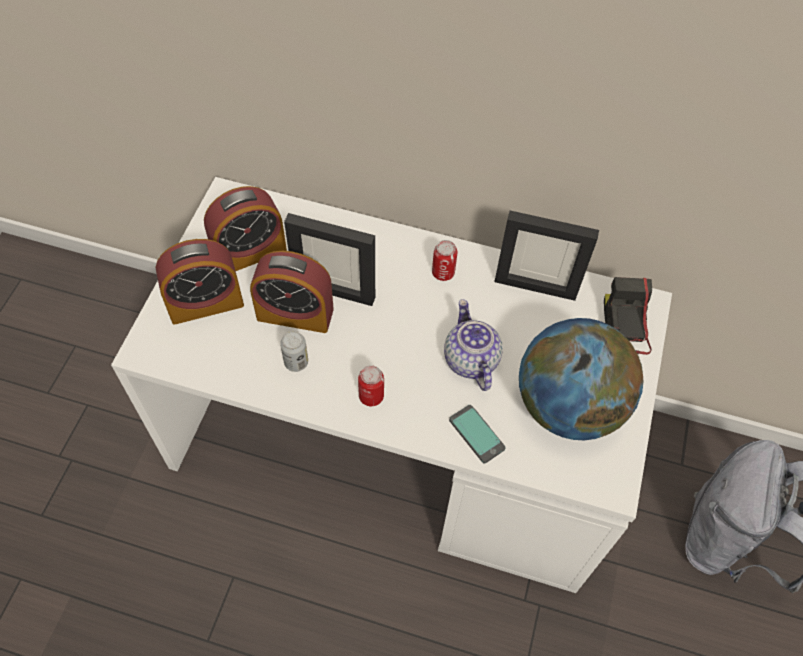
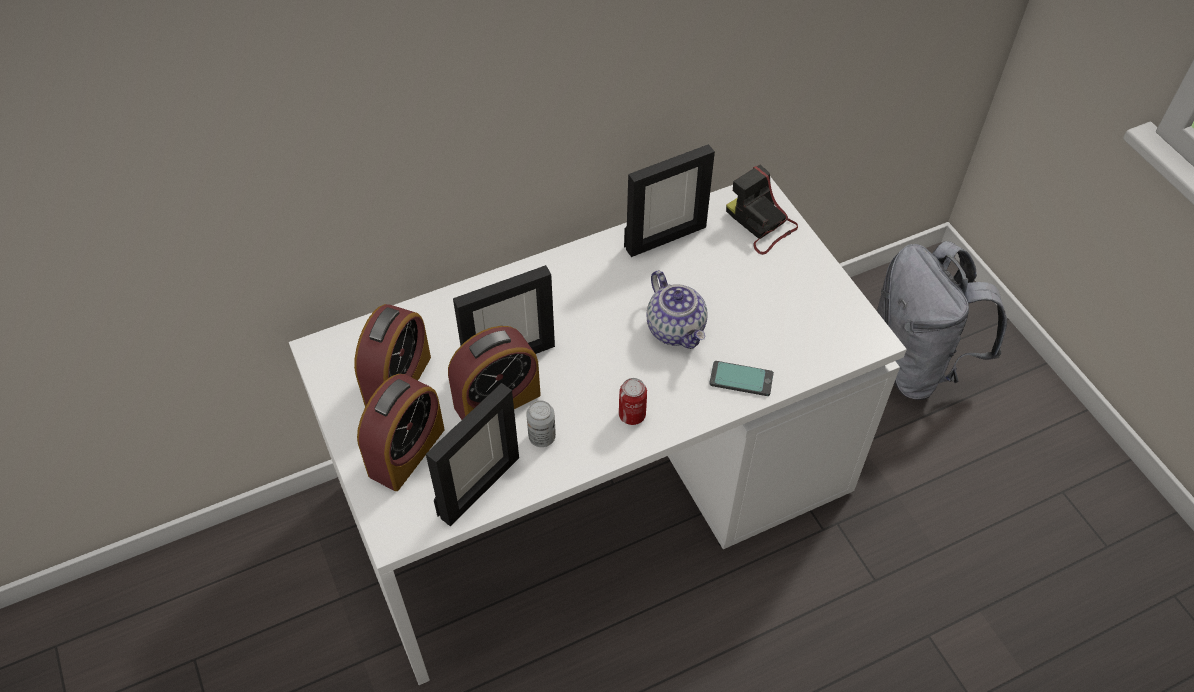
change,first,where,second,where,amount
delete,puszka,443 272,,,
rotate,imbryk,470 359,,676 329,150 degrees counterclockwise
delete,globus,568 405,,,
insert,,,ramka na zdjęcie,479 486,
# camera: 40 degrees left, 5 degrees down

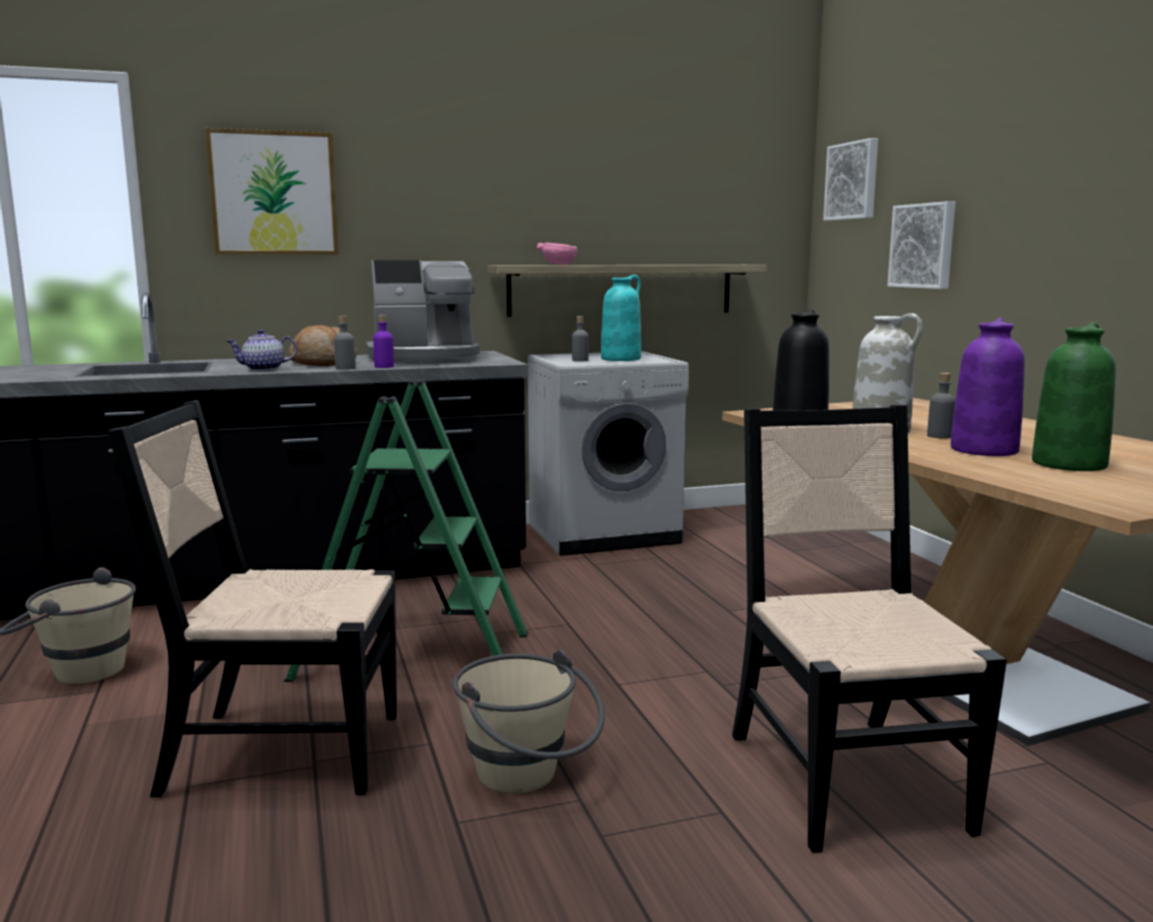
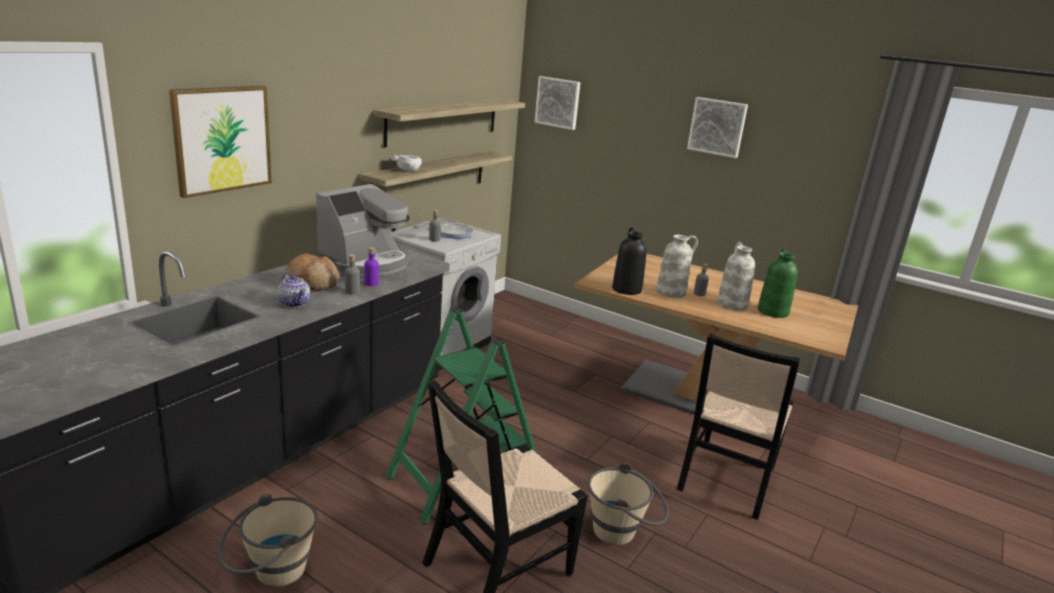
change,first,where,second,where,amount
move,obraz,924 246,,717 127,
recolor,miska [różowy],559 264,miska [biały],408 170,
replace,wazon [turkusowy],621 359,patelnia,453 233,
recolor,wazon [fioletowy],983 449,wazon [biały],731 304,
rotate,imbryk,263 369,,295 303,75 degrees counterclockwise
rotate,krzesło,846 781,,727 479,105 degrees counterclockwise
insert,,,półka,443 121,
# camera: 40 degrees left, 10 degrees up

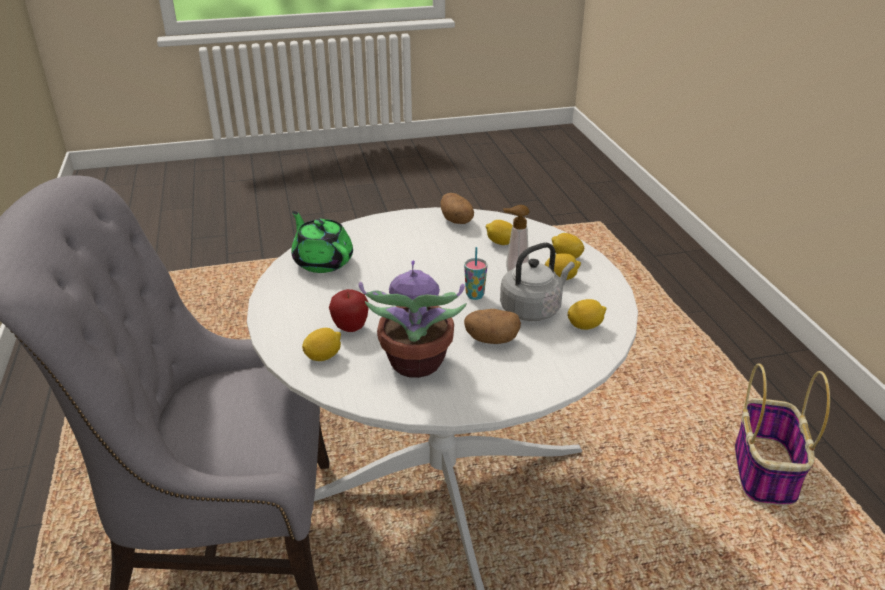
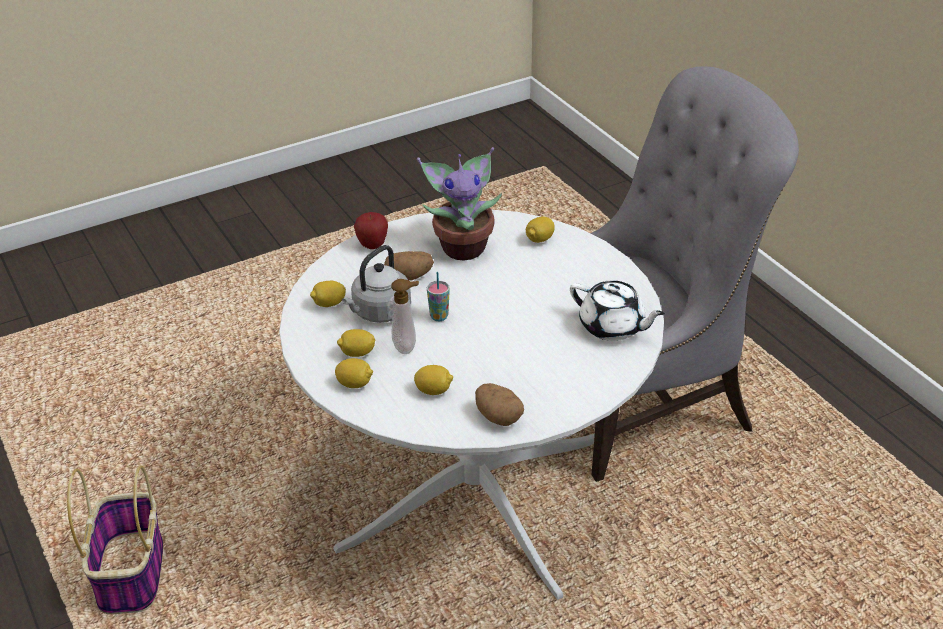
change,first,where,second,where,amount
recolor,imbryk [zielony],322 261,imbryk [biały],613 327,
move,jabłko,350 328,,372 245,
# camera: 165 degrees right, 5 degrees up

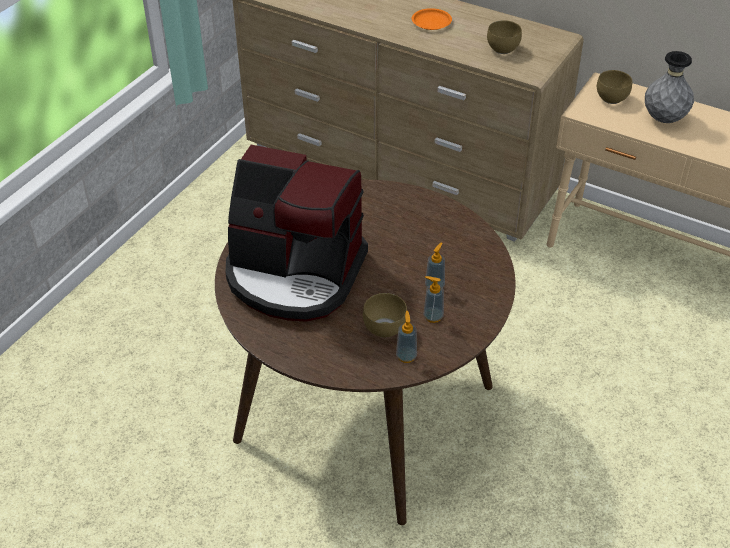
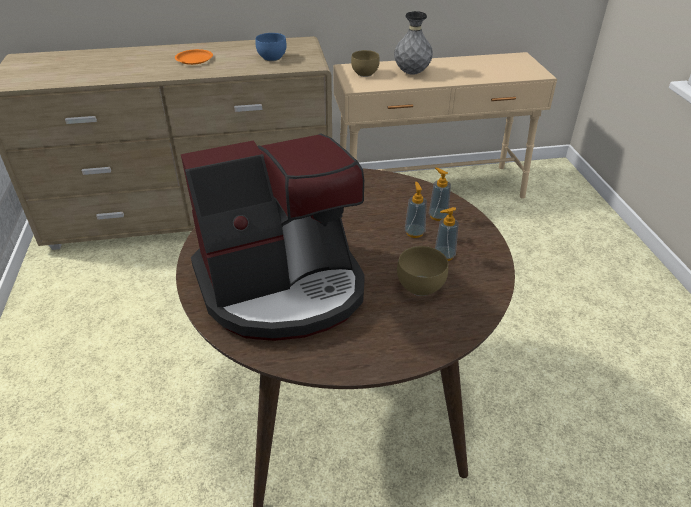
change,first,where,second,where,amount
recolor,miska [brązowy],502 48,miska [niebieski],271 58,
move,dozownik mydła,406 356,,438 216,
# camera: 40 degrees left, 5 degrees down

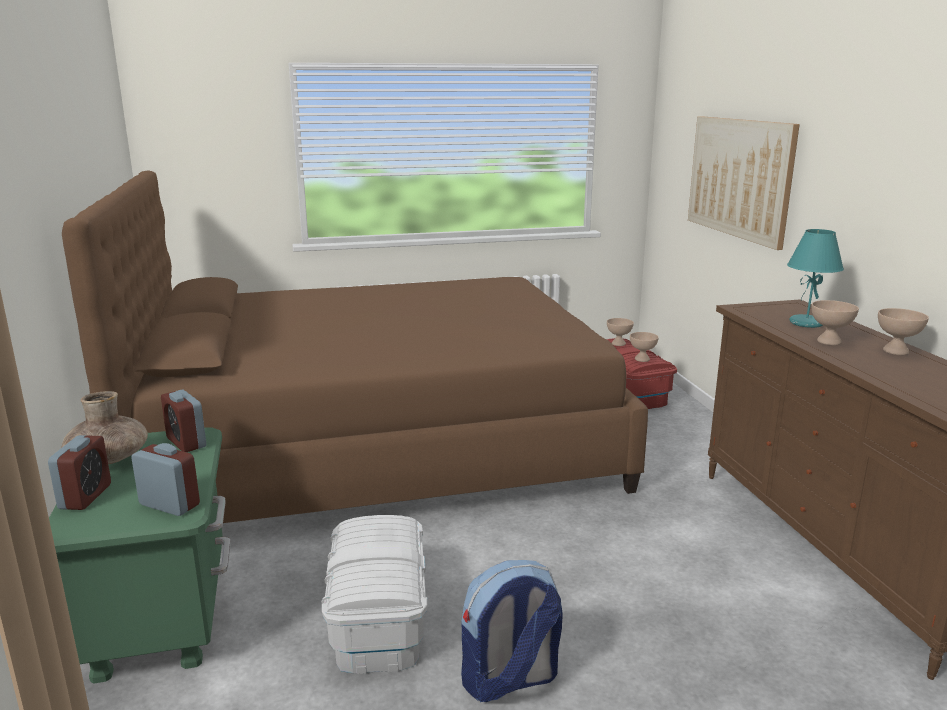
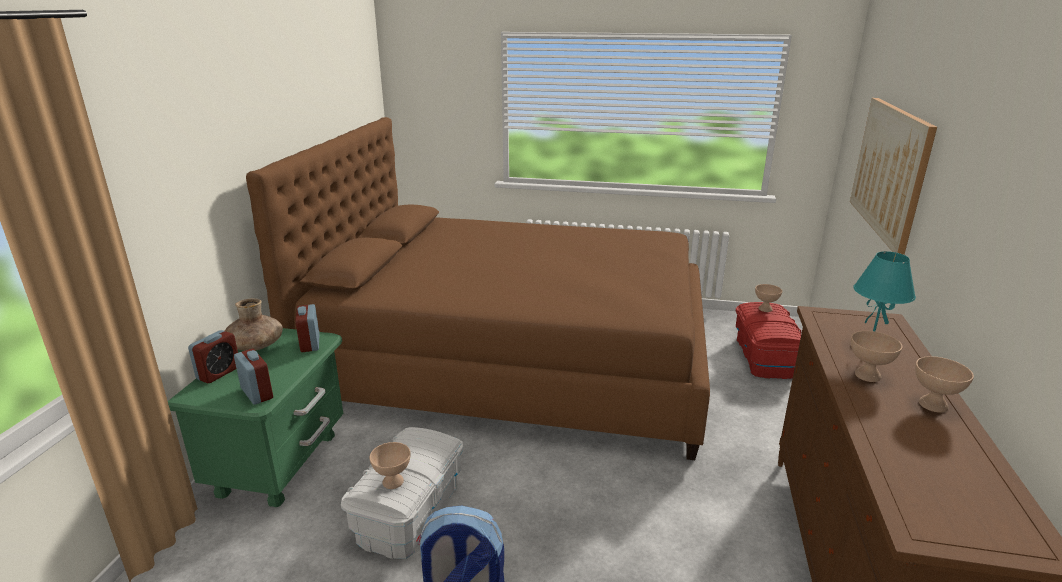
change,first,where,second,where,amount
move,miska [beżowy],642 359,,393 482,
# camera: 25 degrees right, 5 degrees up

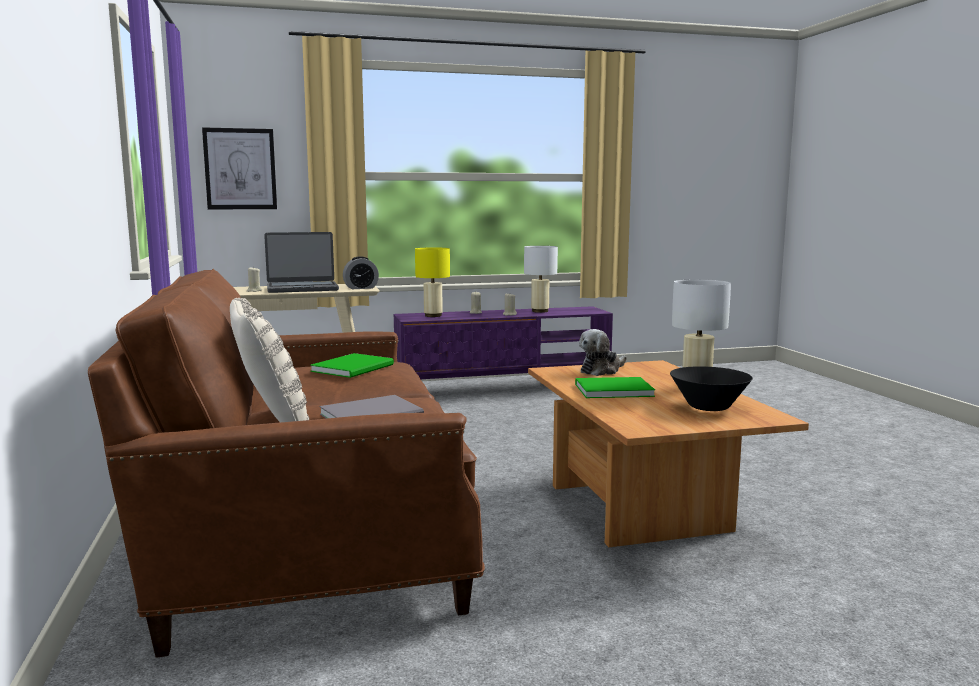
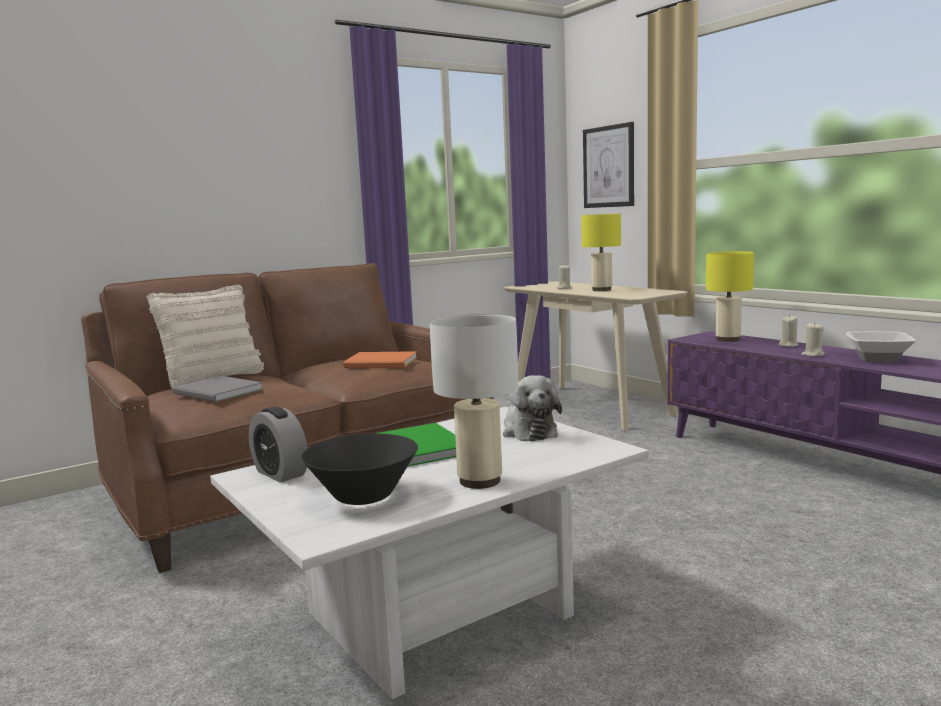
change,first,where,second,where,amount
replace,laptop,302 288,lampa stołowa [żółty],602 290,
replace,lampa stołowa [biały],540 311,miska,879 359,
move,budzik,361 288,,280 473,
rotate,pluszak,601 370,,528 431,135 degrees counterclockwise
recolor,książka [zielony],355 368,książka [pomarańczowy],382 363,
recolor,ława [brązowy],644 507,ława [biały],440 619,
# camera: 70 degrees right, 0 degrees up

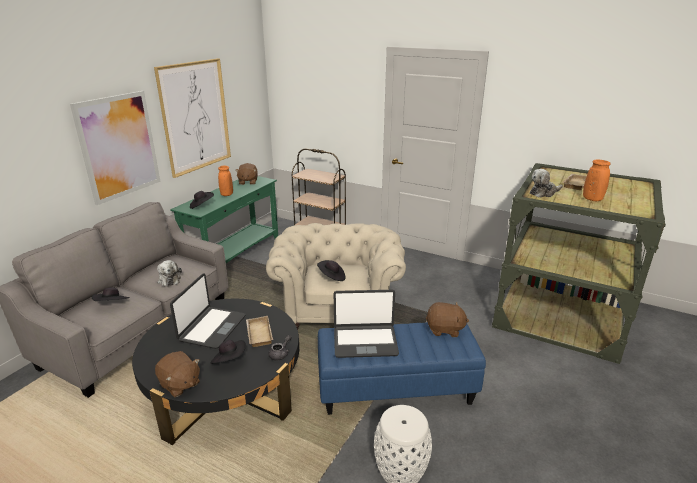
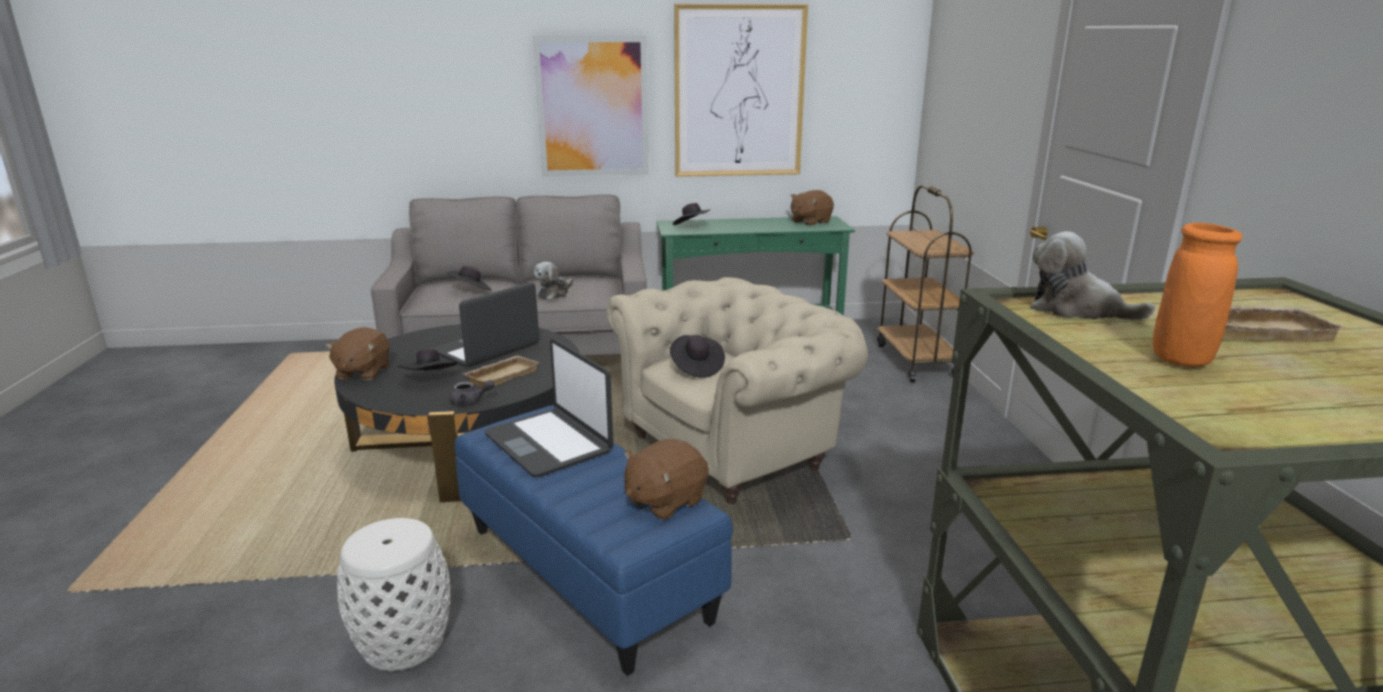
change,first,where,second,where,amount
delete,wazon [pomarańczowy],227 194,,,
rotate,laptop,211 328,,487 349,150 degrees clockwise
rotate,pluszak [brązowy],445 329,,664 501,75 degrees clockwise
# camera: 55 degrees right, 5 degrees down

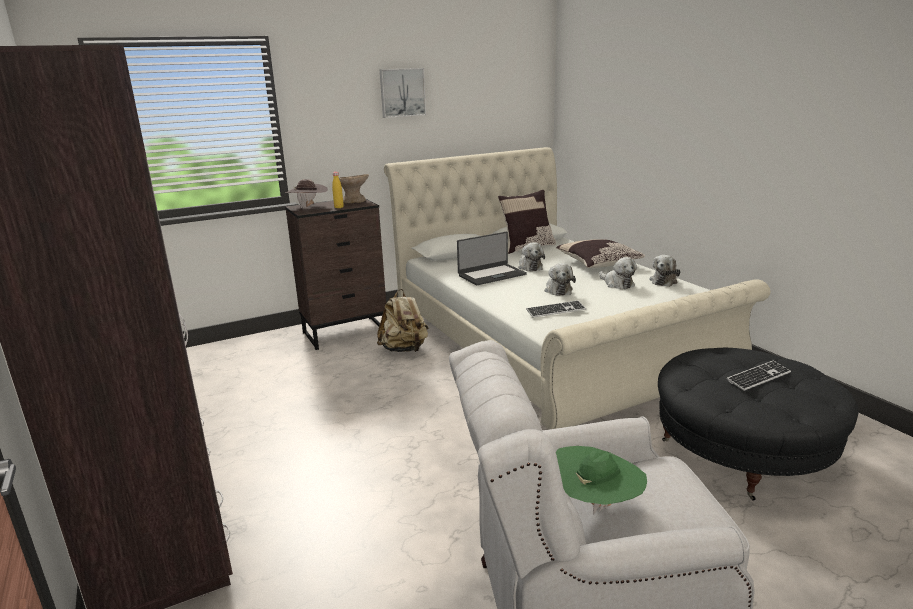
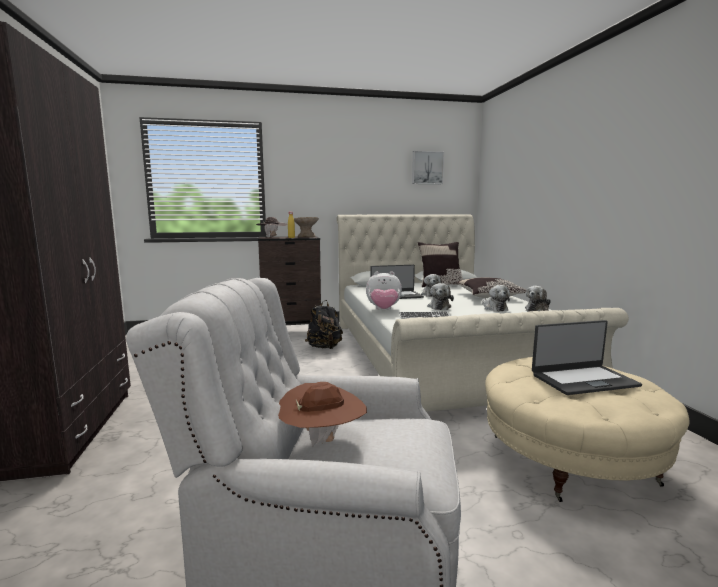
change,first,where,second,where,amount
move,obraz,402 92,,427 168,
recolor,plecak [beżowy],404 349,plecak [czarny],324 348,
recolor,pufa [czarny],742 453,pufa [beżowy],570 459,
replace,klawiatura,758 377,laptop,583 380,
recolor,kapelusz [zielony],596 504,kapelusz [brązowy],322 440,
insert,,,pluszak,383 310,
# camera: 15 degrees right, 10 degrees down

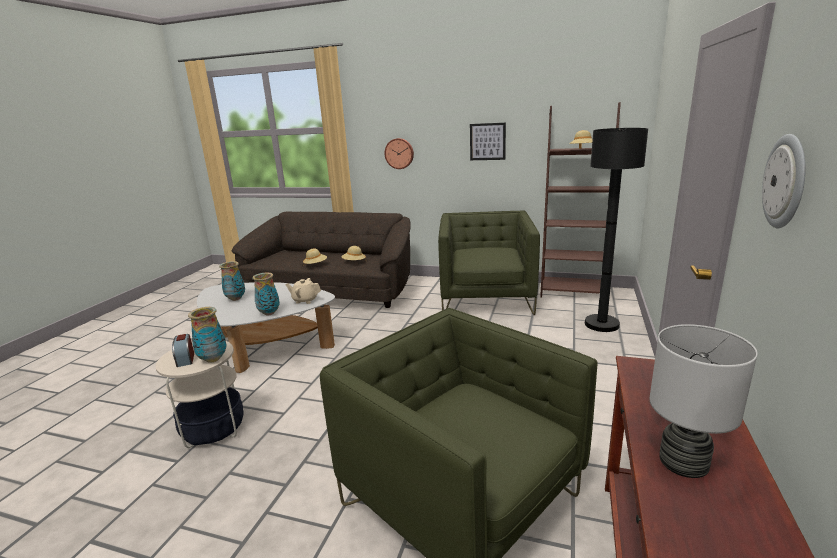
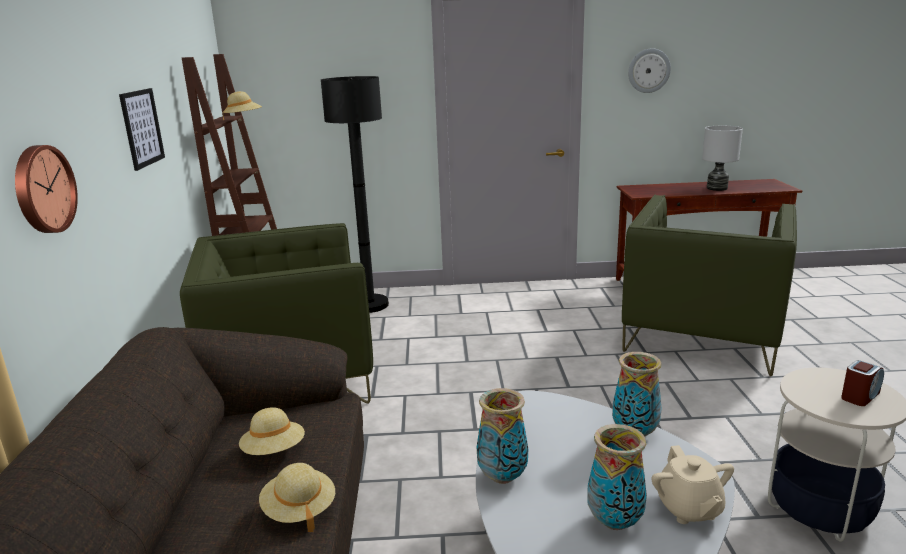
change,first,where,second,where,amount
move,imbryk [beżowy],305 300,,689 509,
move,wazon,213 359,,502 477,
# camera: 110 degrees left, 0 degrees up

